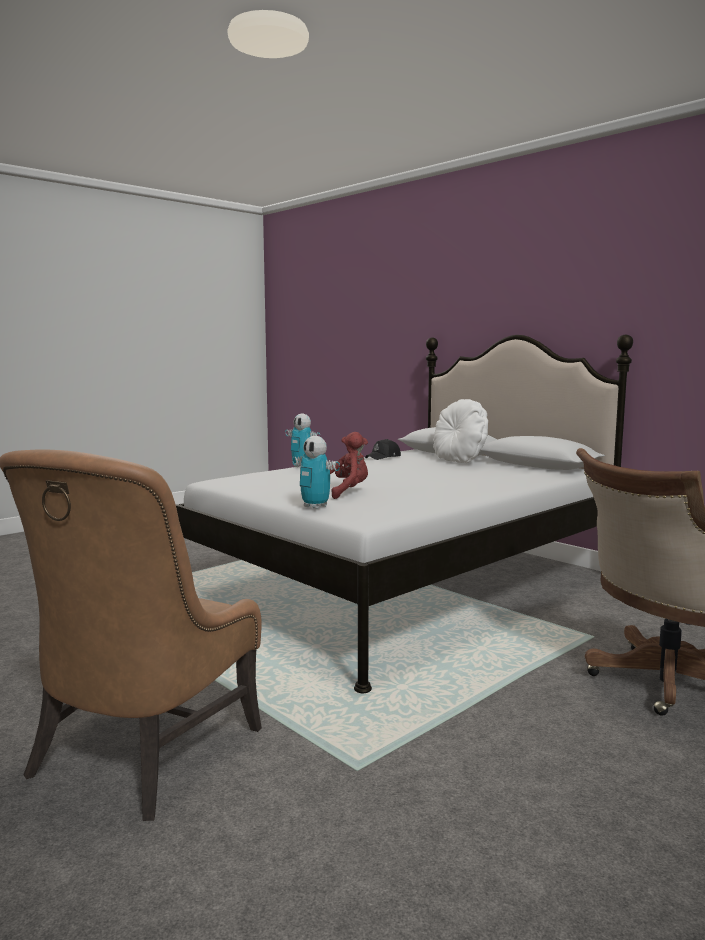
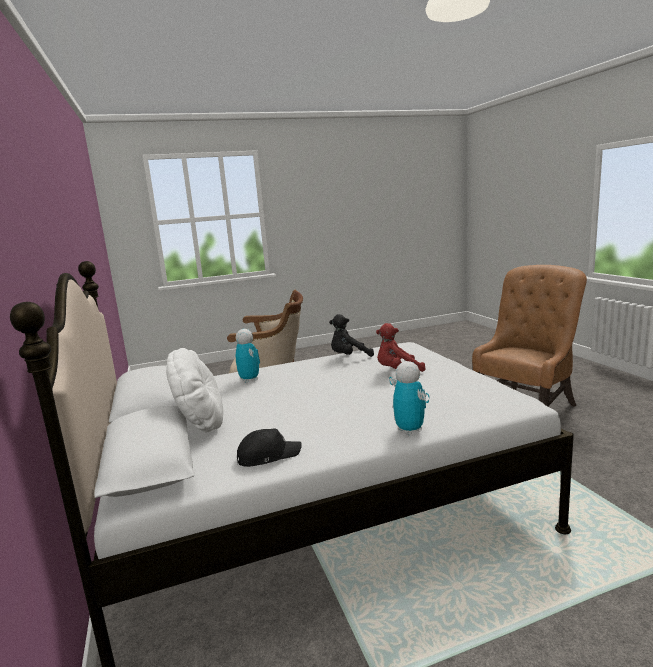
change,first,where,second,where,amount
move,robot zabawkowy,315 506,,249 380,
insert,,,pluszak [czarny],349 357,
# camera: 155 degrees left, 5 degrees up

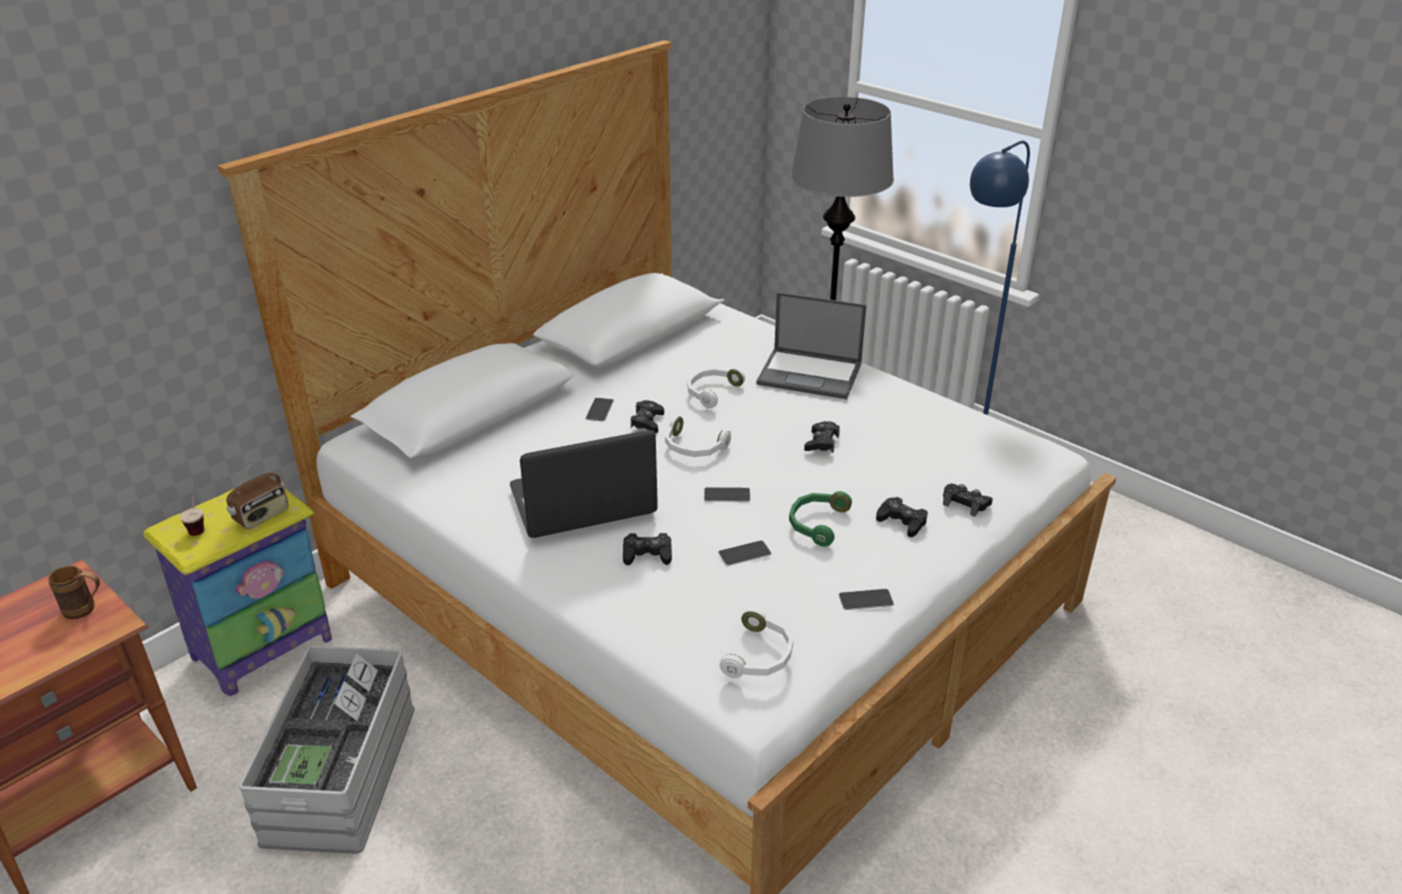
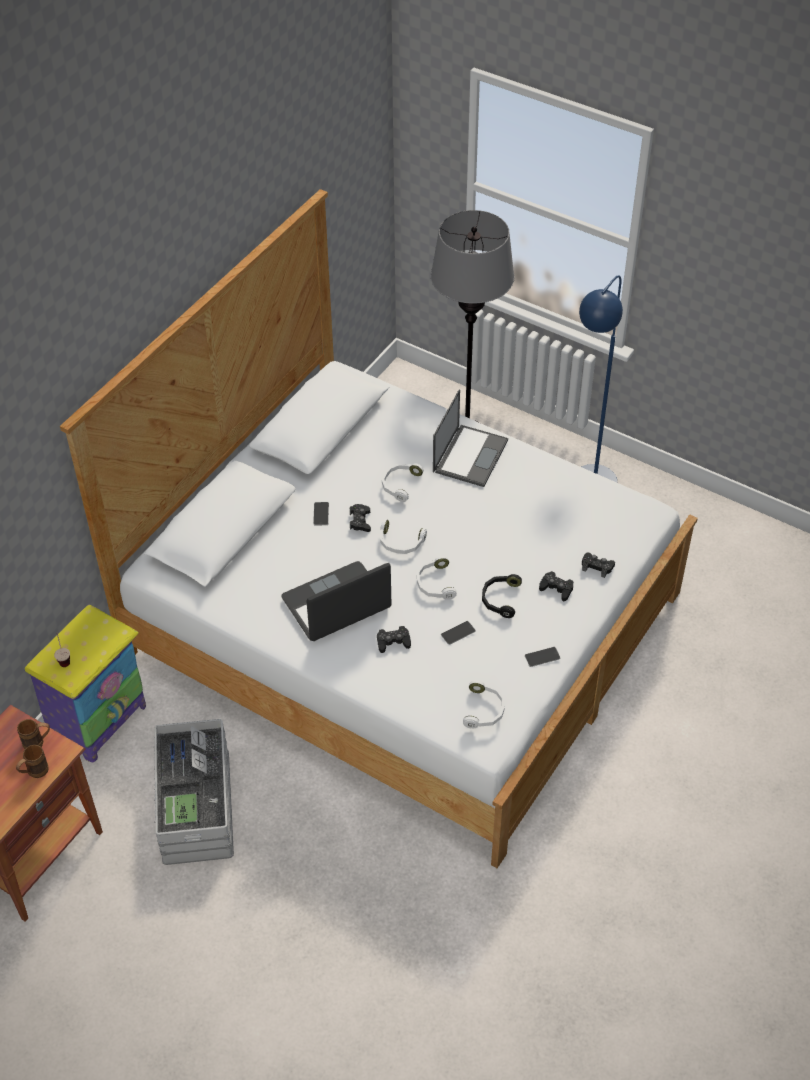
change,first,where,second,where,amount
rotate,laptop,811 374,,470 455,75 degrees counterclockwise
delete,pad do gier [czarny],821 442,,,
delete,radio,262 516,,,
replace,telefon,727 495,słuchawki [biały],434 584,
recolor,słuchawki [zielony],816 523,słuchawki [czarny],500 599,
insert,,,kubek [brązowy],34 773,
# camera: 10 degrees left, 15 degrees up

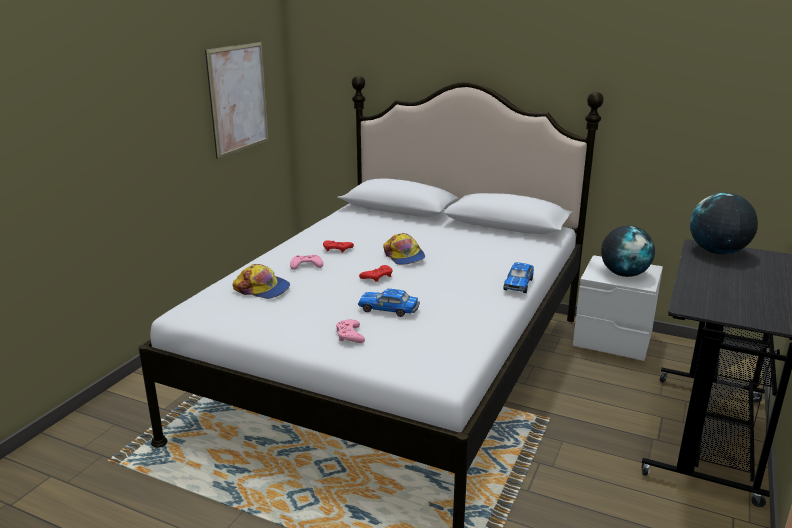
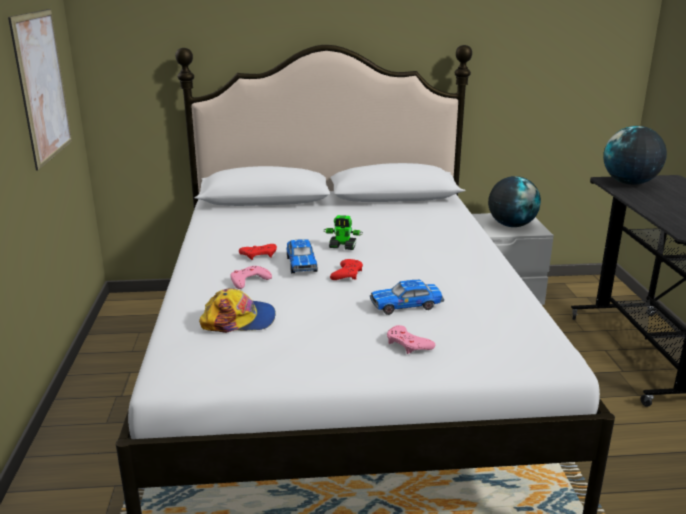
change,first,where,second,where,amount
replace,czapka z daszkiem,404 256,robot zabawkowy,343 247,
move,samochodzik,518 284,,301 263,
# camera: 30 degrees left, 0 degrees up

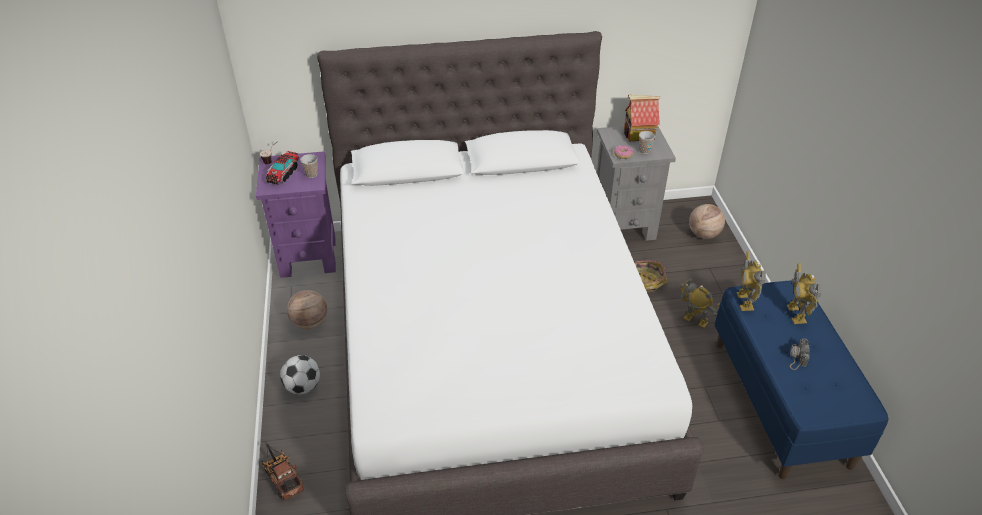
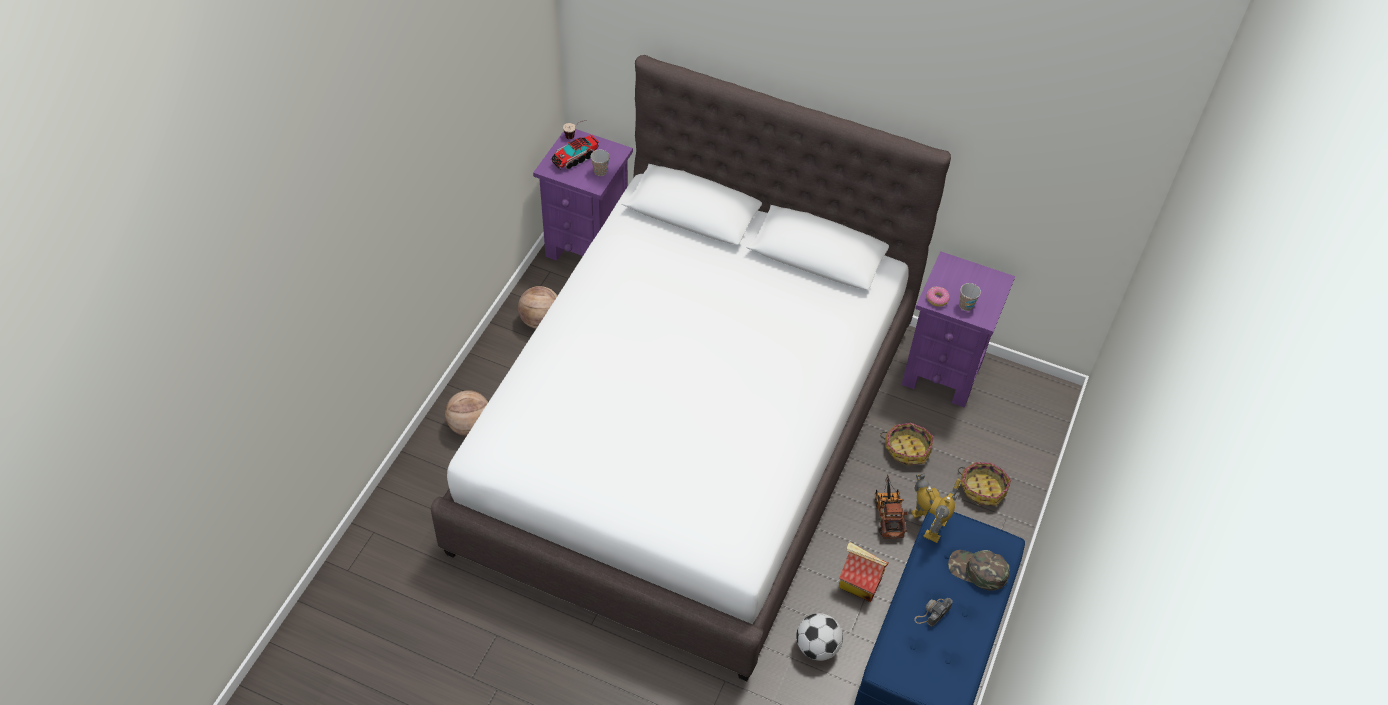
change,first,where,second,where,amount
move,domek,638 134,,859 583,
recolor,szafka nocna [szary],624 226,szafka nocna [fioletowy],943 373,
move,piłka do koszykówki,704 234,,470 426,
replace,robot zabawkowy,796 314,czapka z daszkiem [zielony],977 571,
move,piłka futbolowa,303 386,,817 646,
move,ciężarówka zabawkowa,282 476,,888 514,
insert,,,koszyk,982 488,
# camera: 30 degrees right, 10 degrees up

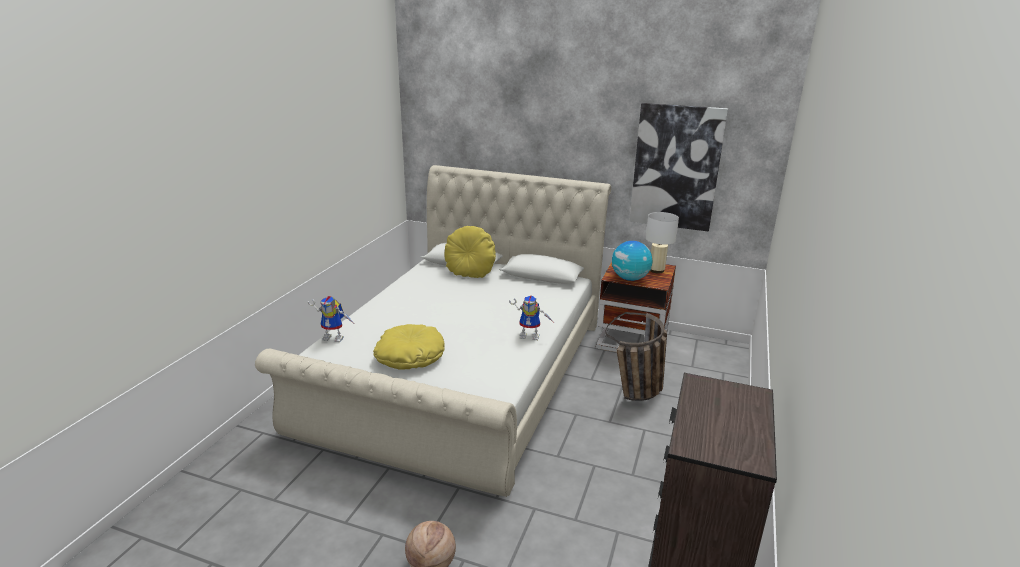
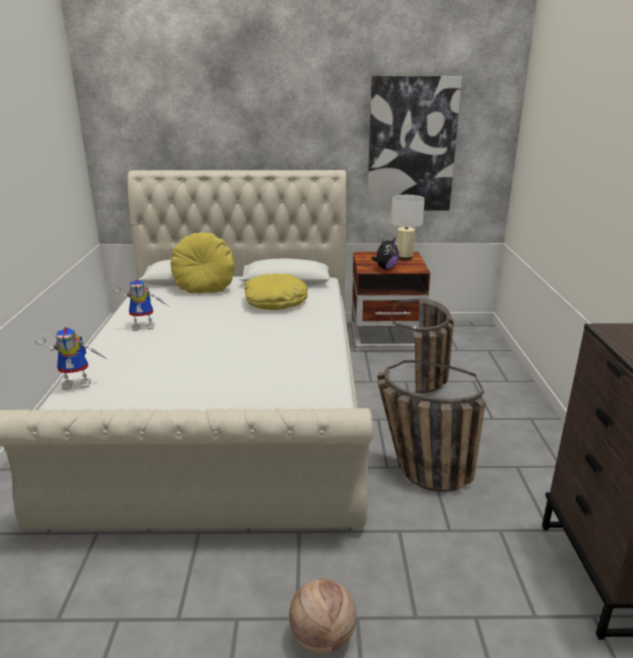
change,first,where,second,where,amount
replace,globus,630 279,pluszak,385 268,
move,robot zabawkowy,531 335,,145 326,
move,poduszka [żółty],411 356,,276 302,
insert,,,koszyk,417 471,
# camera: 20 degrees left, 0 degrees up

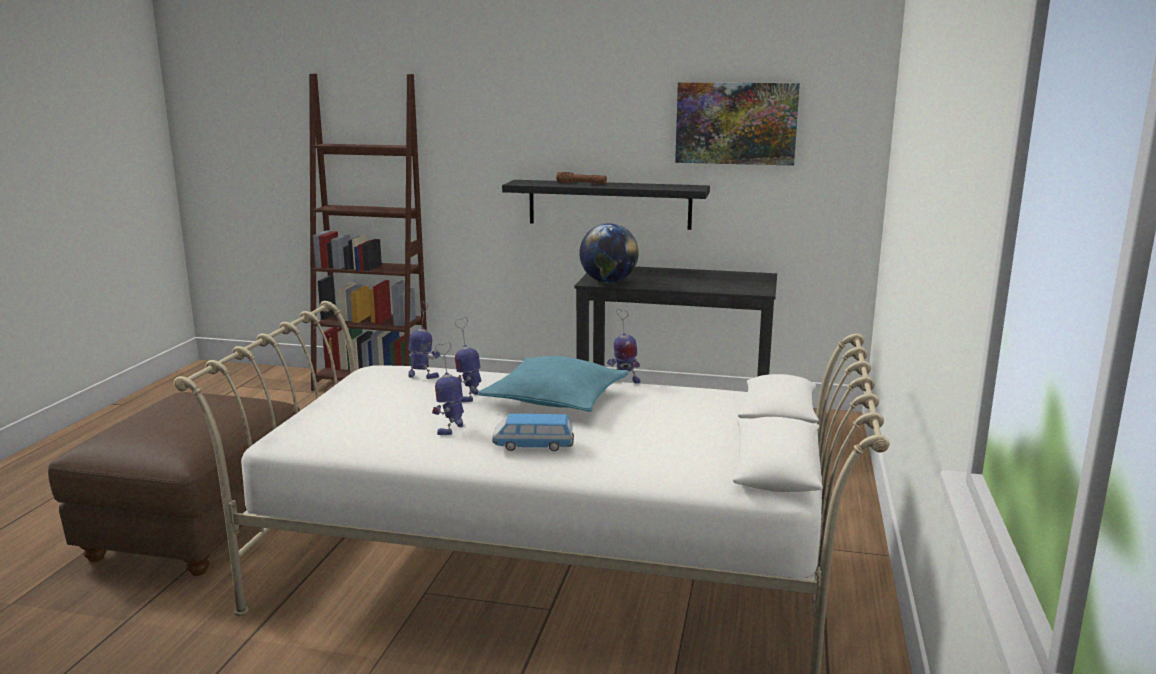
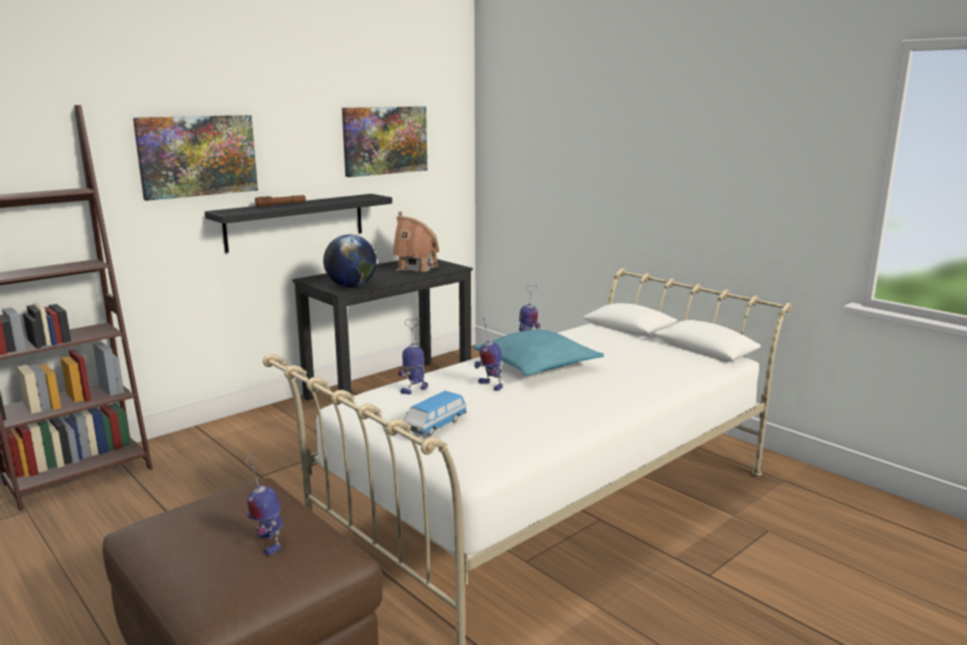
change,first,where,second,where,amount
move,robot zabawkowy,451 428,,267 543,
move,samochodzik,533 445,,435 425,
insert,,,obraz,197 156,
insert,,,domek,417 268,
# camera: 55 degrees left, 0 degrees up

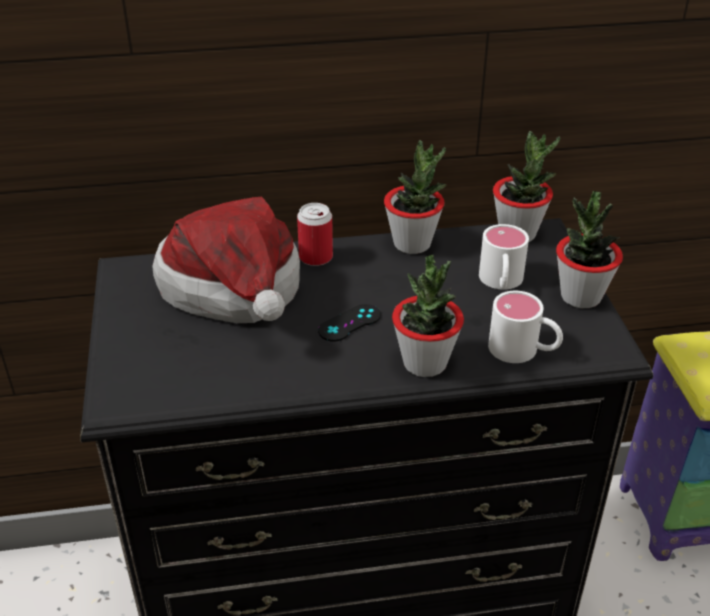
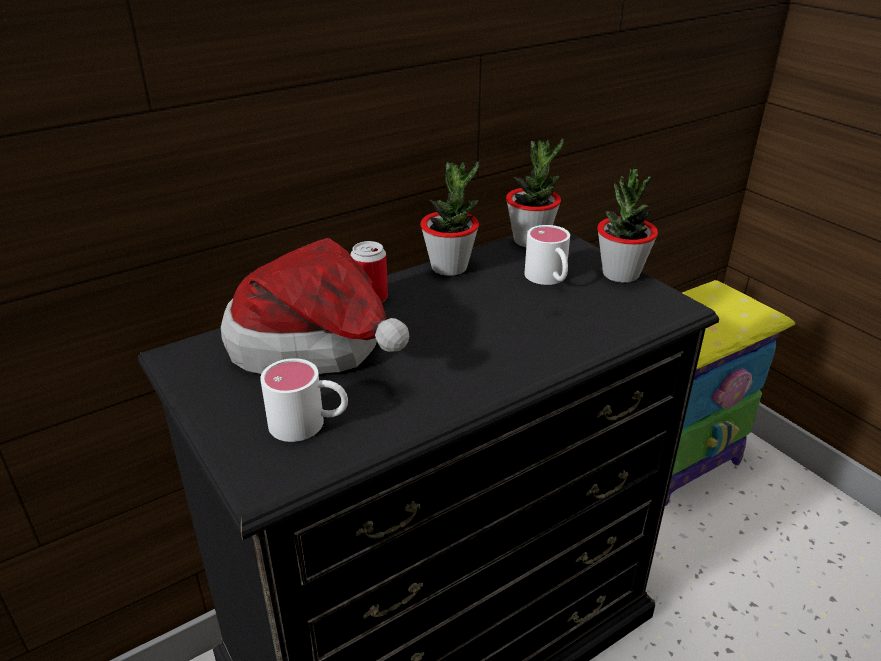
change,first,where,second,where,amount
delete,roślina doniczkowa,425 363,,,
move,kubek [biały],523 350,,309 423,
delete,pad do gier [czarny],349 323,,,
# camera: 25 degrees left, 5 degrees down

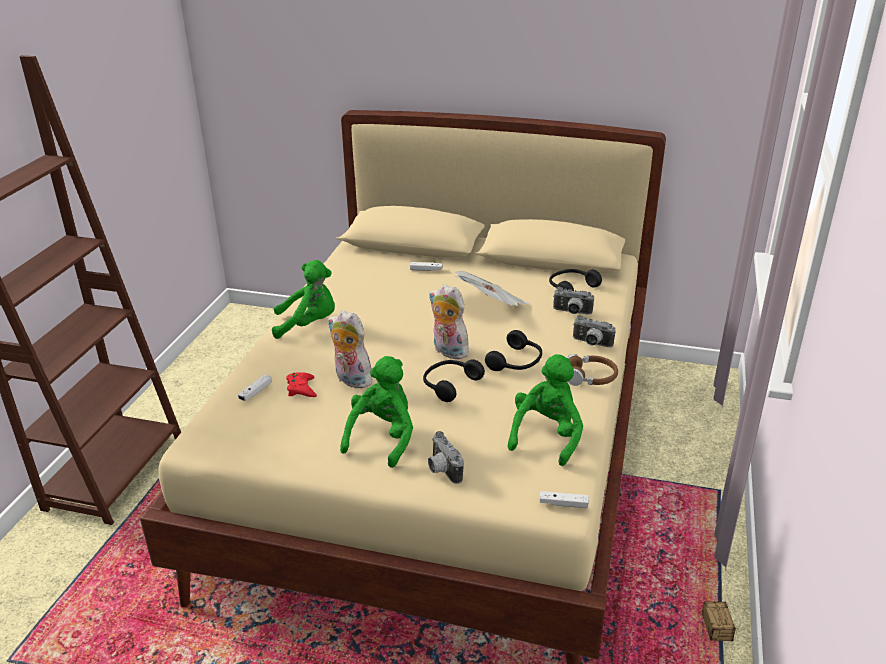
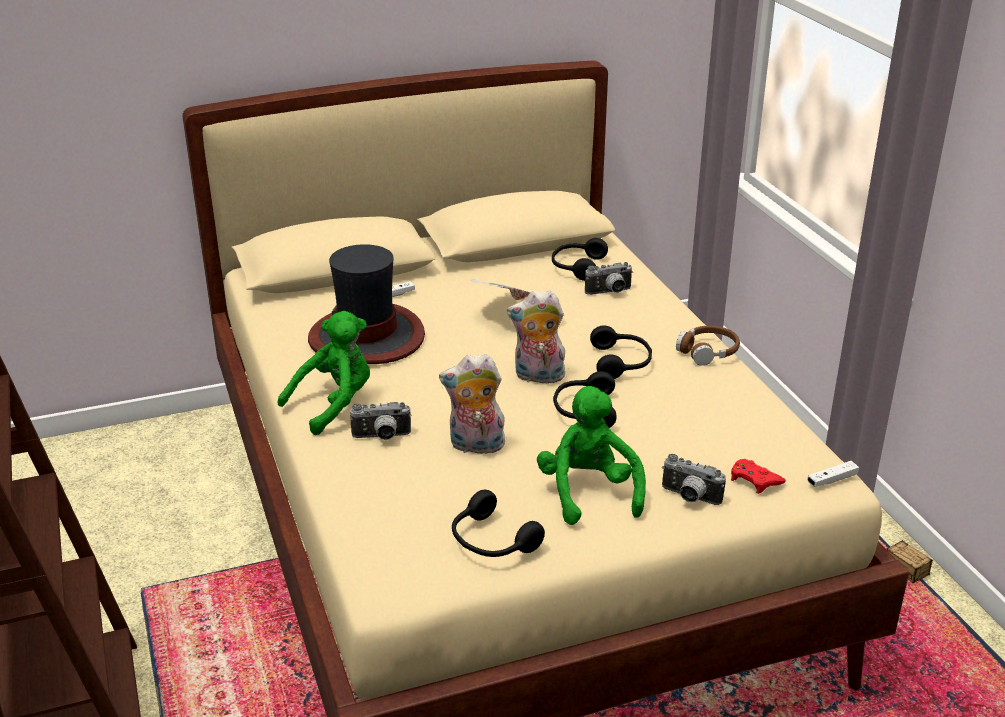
change,first,where,second,where,amount
move,aparat fotograficzny,591 344,,381 437,
delete,pluszak [zielony],547 436,,,
move,pad do gier [czerwony],301 388,,754 480,
delete,pad do gier [biały],255 392,,,
insert,,,kapelusz,367 337,
insert,,,słuchawki [czarny],491 541,
# camera: 35 degrees left, 0 degrees up

